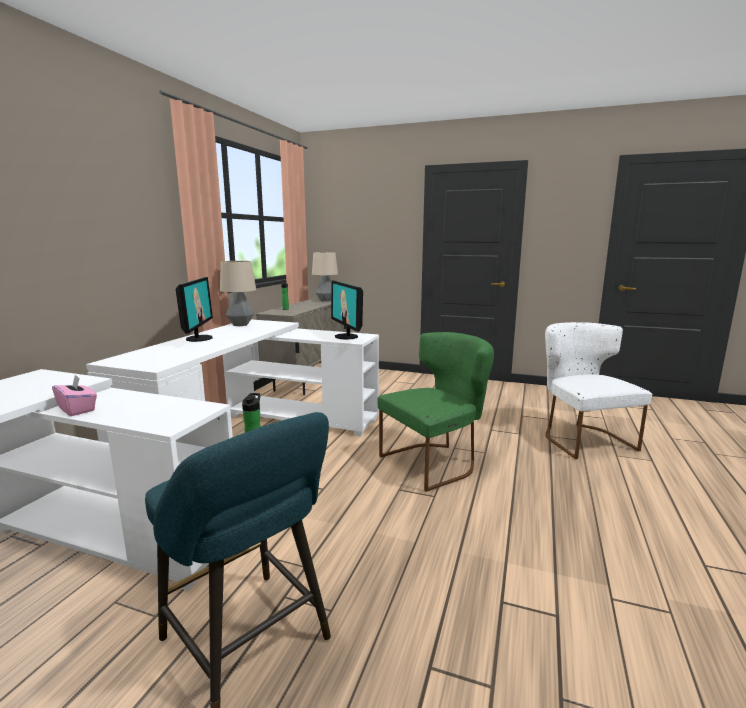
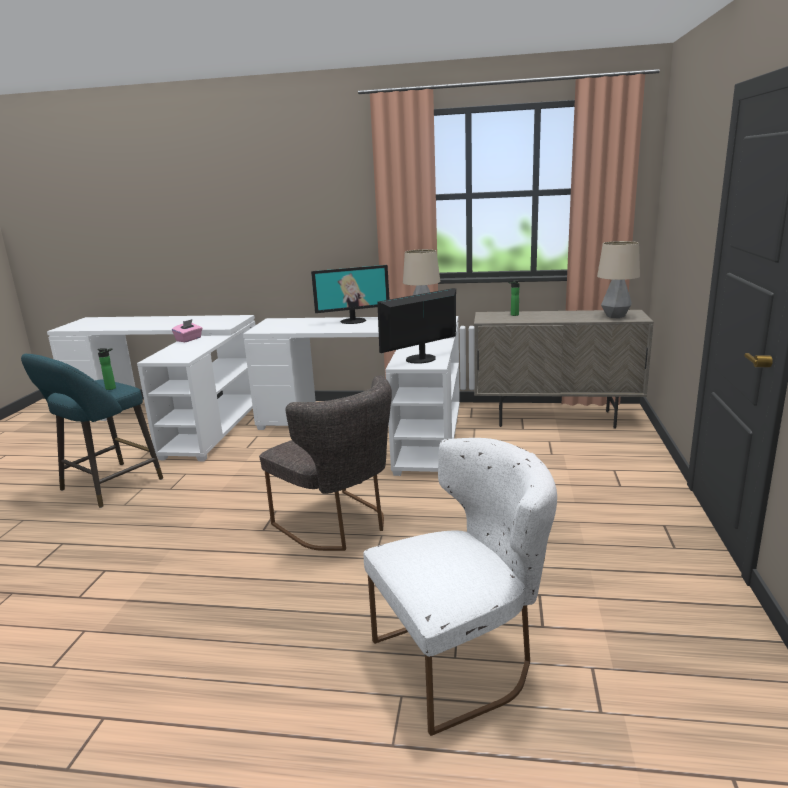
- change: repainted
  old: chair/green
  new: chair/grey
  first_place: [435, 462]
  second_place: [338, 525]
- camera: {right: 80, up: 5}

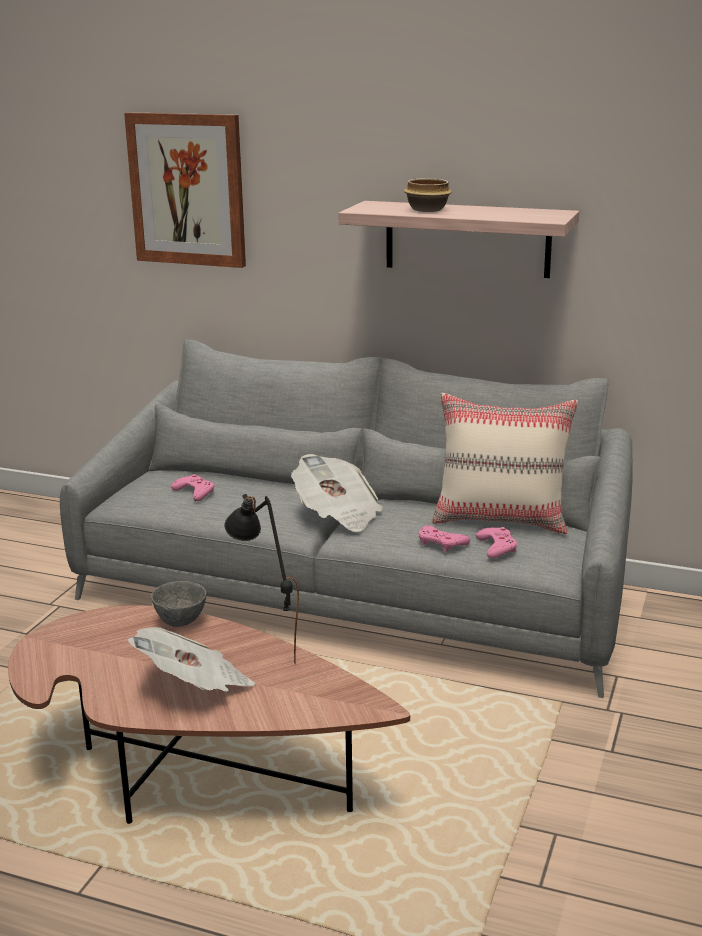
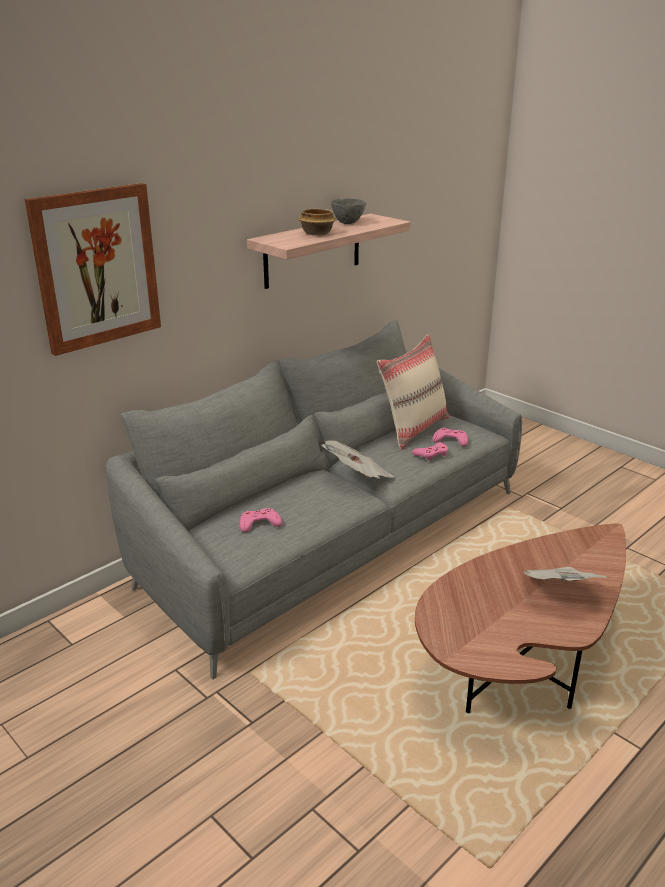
- change: gone
  old: table lamp/black
  first_place: [265, 649]
- change: shifted
  old: bowl/grey
  first_place: [181, 622]
  second_place: [347, 222]
- camera: {right: -65, up: 5}

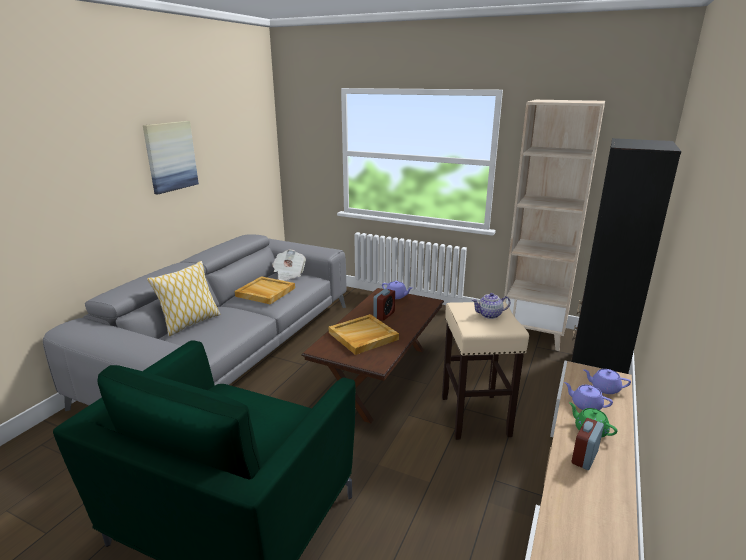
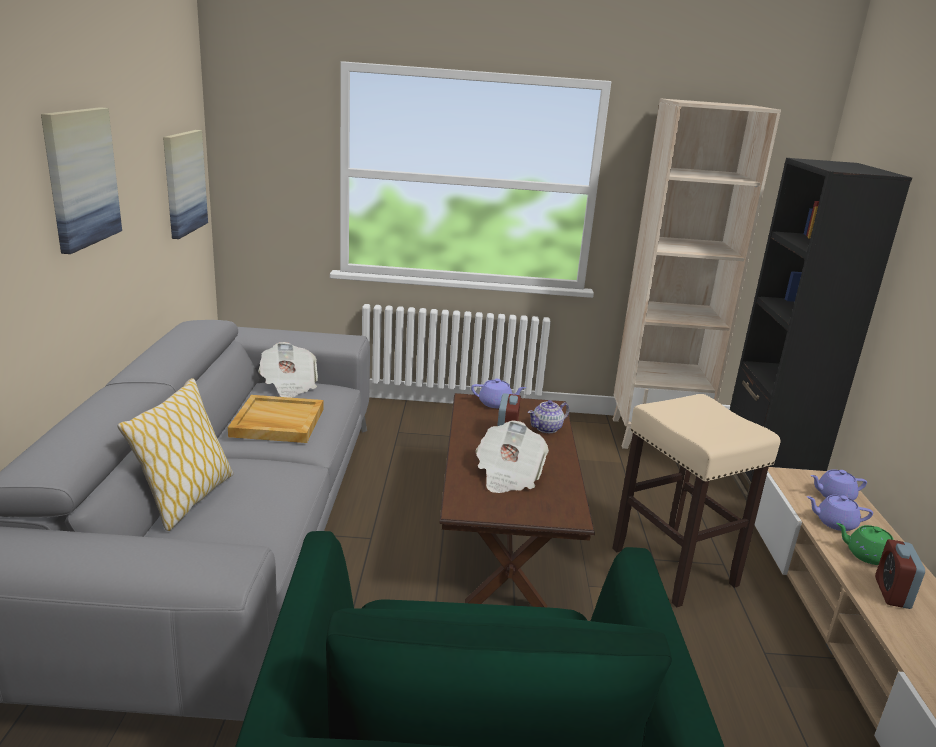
- change: new
  new: picture
  second_place: [183, 182]
- change: shifted
  old: teapot
  first_place: [490, 315]
  second_place: [547, 428]
- change: swapped
  old: tray/beige
  new: newspaper
  first_place: [363, 336]
  second_place: [508, 475]
- camera: {right: -25, up: 0}

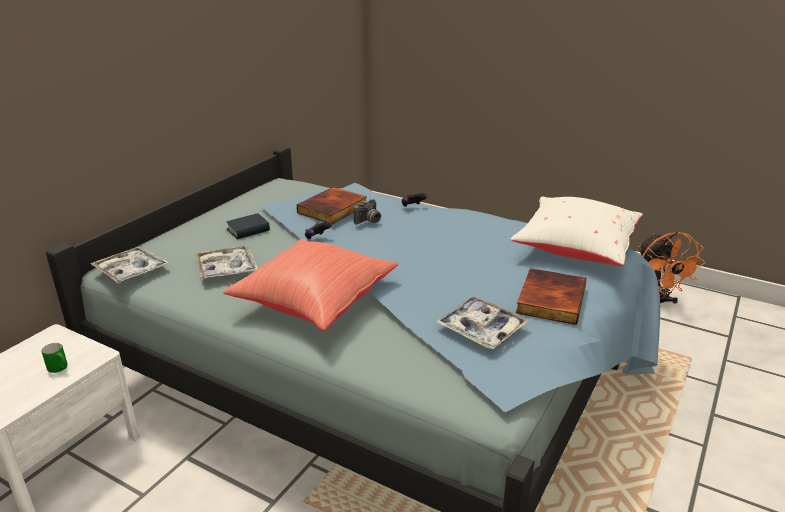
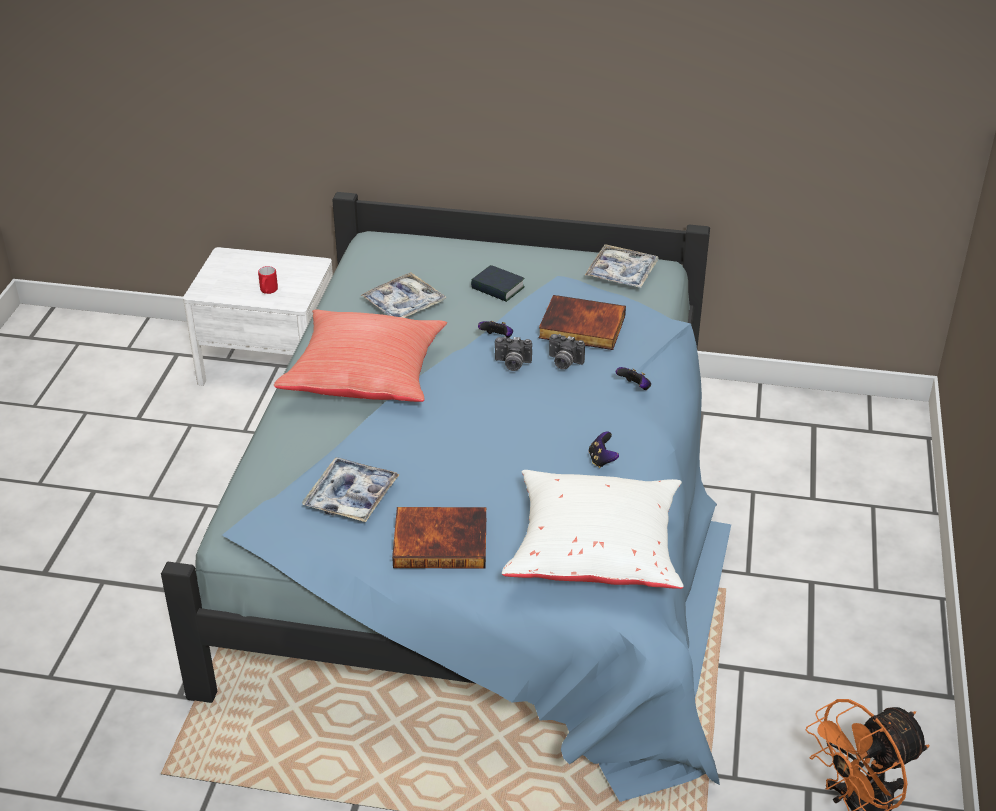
- change: new
  new: photo camera
  second_place: [512, 364]
- change: new
  new: game controller
  second_place: [602, 460]
- change: shifted
  old: tray
  first_place: [131, 271]
  second_place: [621, 273]
- change: repainted
  old: mug/green
  new: mug/red
  first_place: [60, 369]
  second_place: [268, 291]
- camera: {right: 70, up: 10}

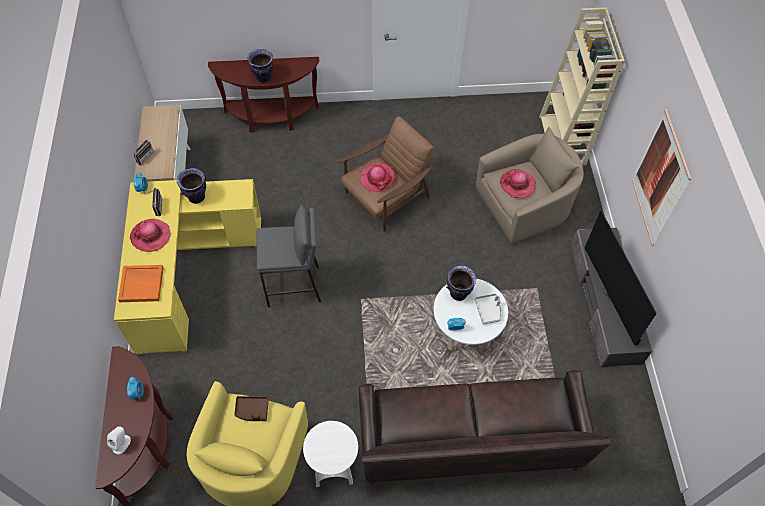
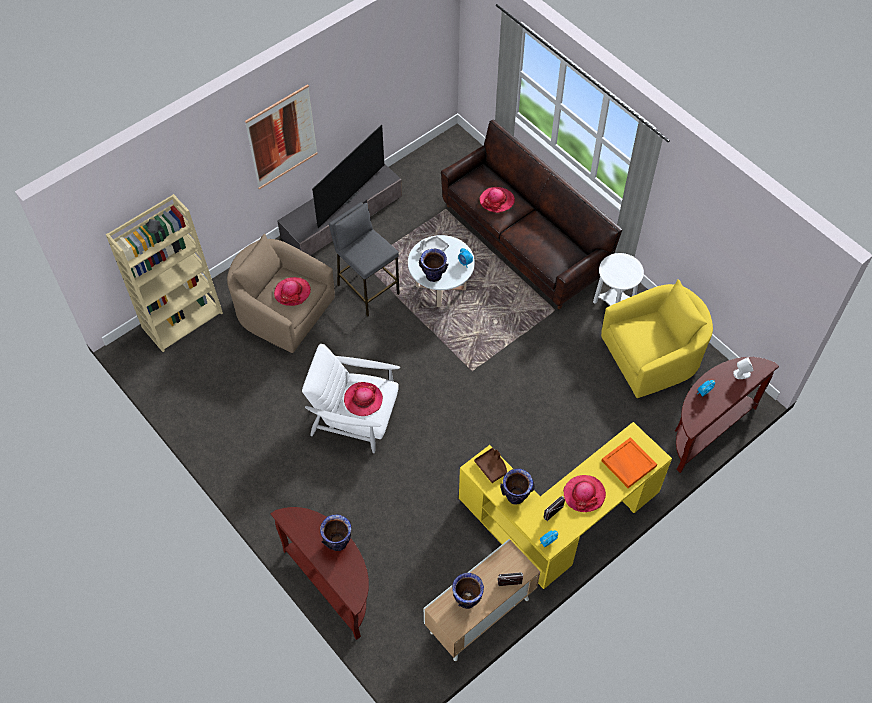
- change: new
  new: vase
  second_place: [466, 599]
- change: new
  new: hat
  second_place: [497, 201]
- change: shifted
  old: tray/brown
  first_place: [252, 410]
  second_place: [492, 467]
- change: shifted
  old: stool/grey
  first_place: [294, 286]
  second_place: [367, 289]
- change: repainted
  old: armchair/brown
  new: armchair/white
  first_place: [386, 197]
  second_place: [355, 417]
- camera: {right: -125, up: 0}

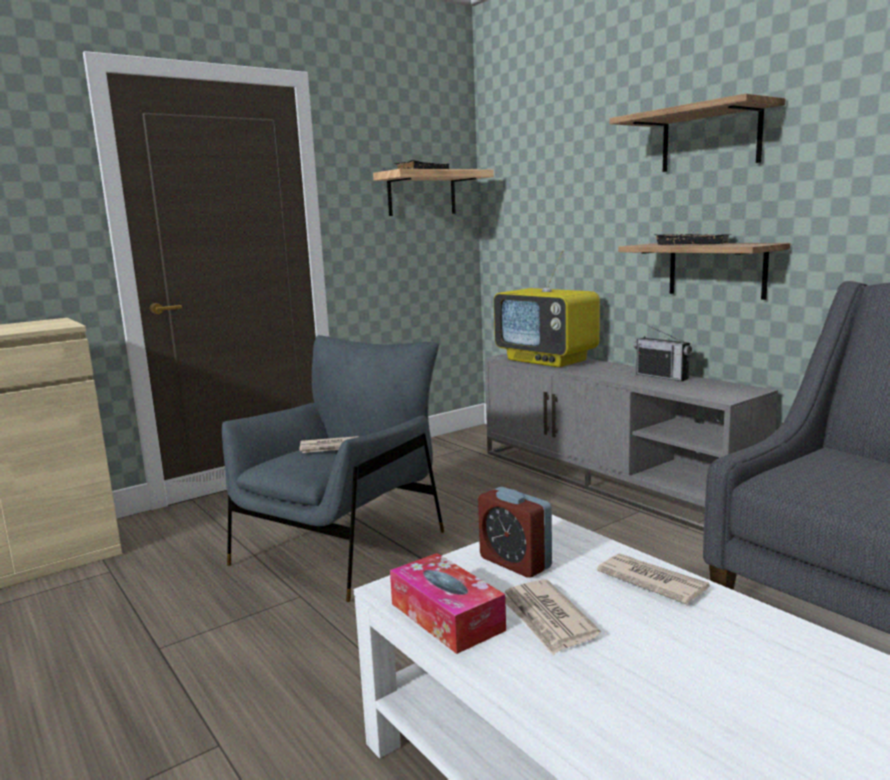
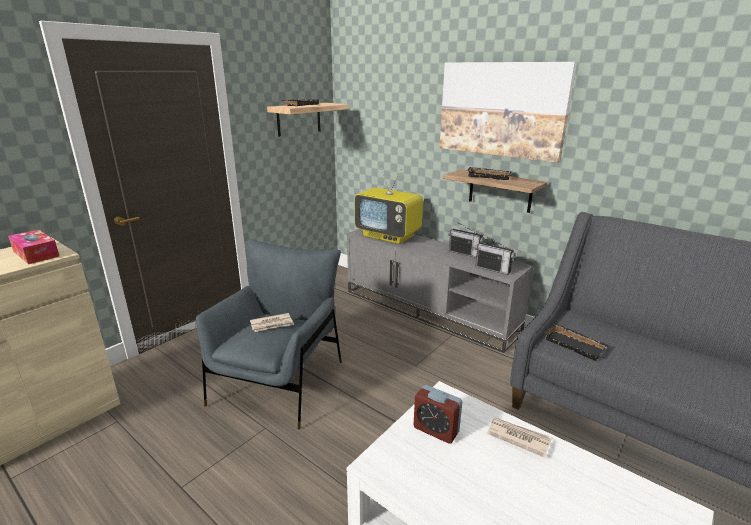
- change: gone
  old: newspaper
  first_place: [547, 619]
- change: new
  new: radio
  second_place: [493, 269]
- change: new
  new: tray/black
  second_place: [575, 344]
- change: shifted
  old: tissue box
  first_place: [446, 617]
  second_place: [36, 254]
- change: swapped
  old: shelf
  new: picture
  first_place: [710, 139]
  second_place: [501, 109]
- camera: {right: -15, up: 10}

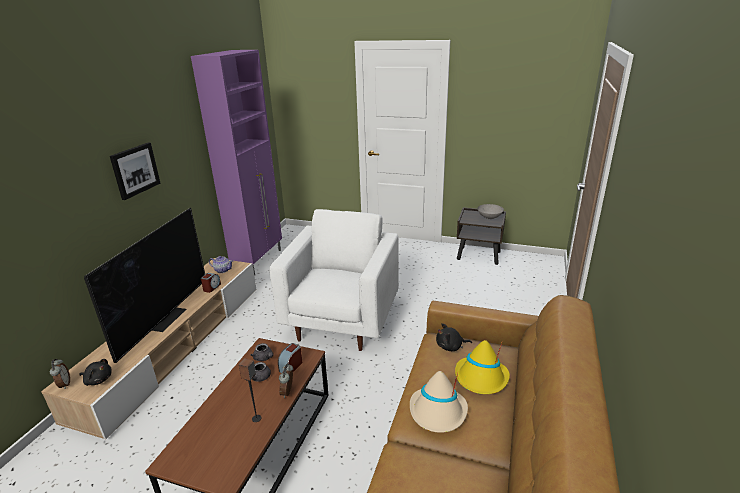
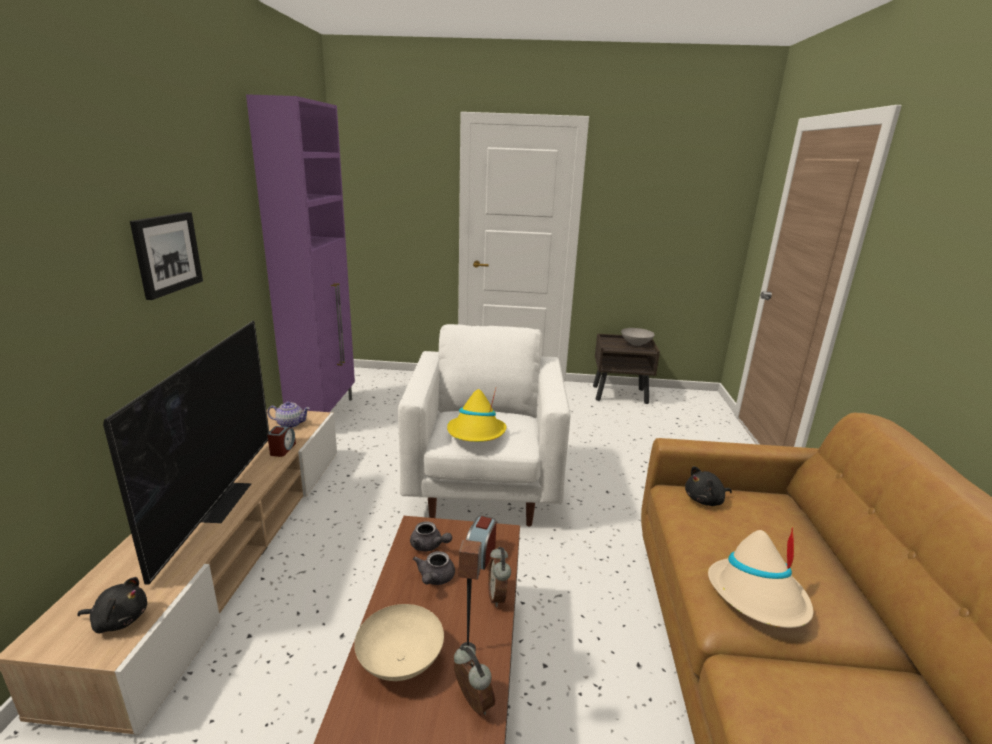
- change: new
  new: bowl/beige
  second_place: [400, 660]
- change: shifted
  old: alarm clock
  first_place: [64, 384]
  second_place: [471, 703]
- change: shifted
  old: hat/yellow
  first_place: [481, 378]
  second_place: [476, 433]
- camera: {right: -15, up: -5}

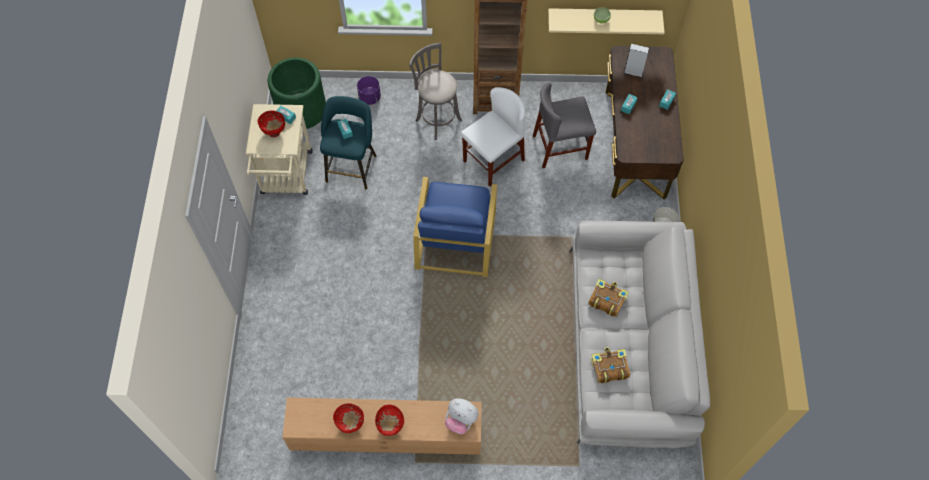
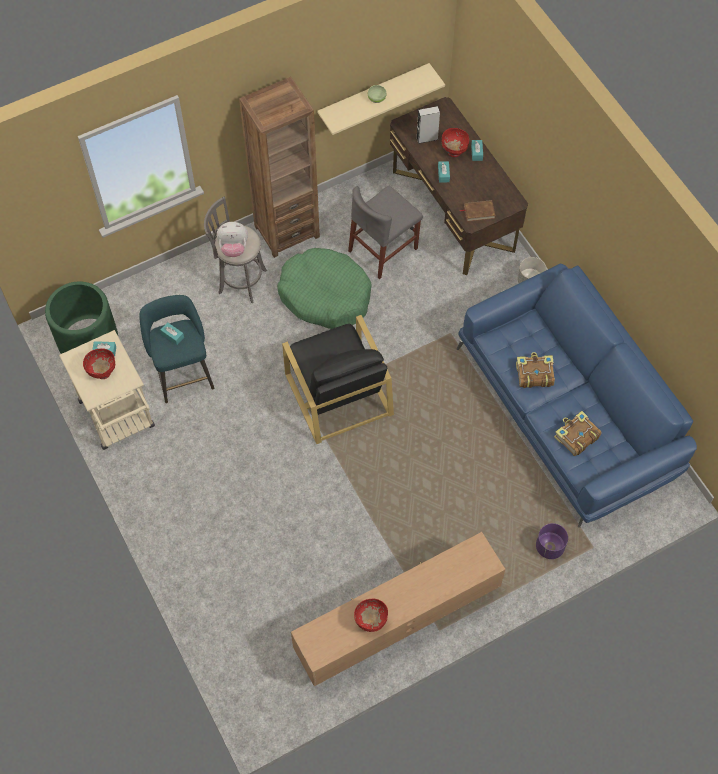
- change: new
  new: book/brown
  second_place: [479, 212]
- change: shifted
  old: planter/purple
  first_place: [369, 97]
  second_place: [549, 547]
- change: shifted
  old: bowl/red
  first_place: [390, 425]
  second_place: [454, 152]
- change: shifted
  old: plush toy
  first_place: [461, 420]
  second_place: [233, 248]
- change: swapped
  old: chair/white
  new: dog bed/green
  first_place: [493, 160]
  second_place: [325, 295]
- change: repainted
  old: armchair/blue
  new: armchair/black
  first_place: [455, 239]
  second_place: [338, 393]
- change: repainted
  old: sofa/grey
  new: sofa/blue
  first_place: [627, 346]
  second_place: [567, 411]
- camera: {right: -30, up: 0}

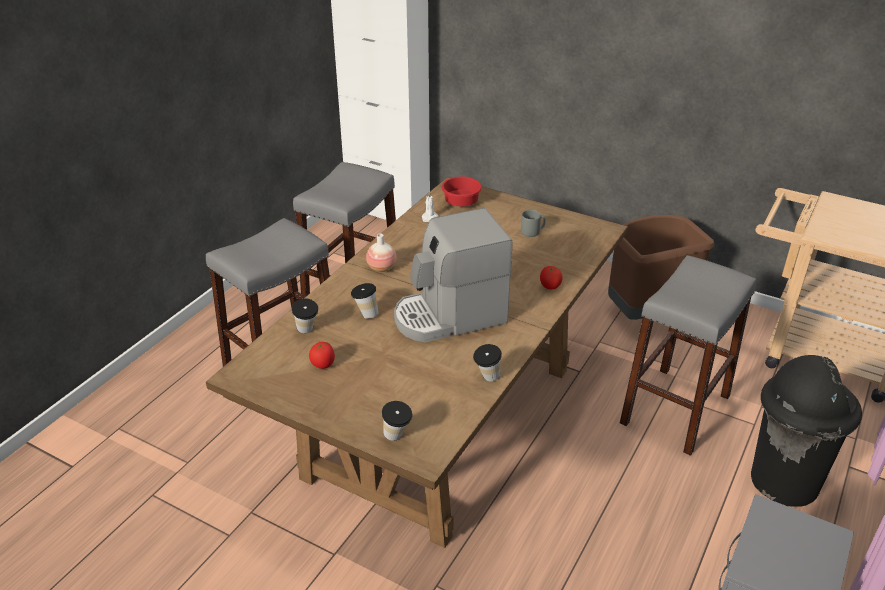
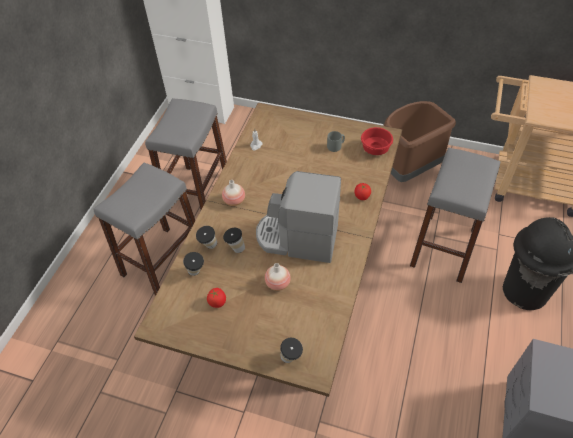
- change: new
  new: vase
  second_place: [278, 283]
- change: shifted
  old: bowl/red
  first_place: [462, 203]
  second_place: [376, 149]
- change: shifted
  old: cup
  first_place: [487, 379]
  second_place: [208, 247]
- change: rotated
  old: coffee machine
  first_place: [449, 316]
  second_place: [297, 239]
  degrees: 45
- camera: {right: -10, up: 15}

